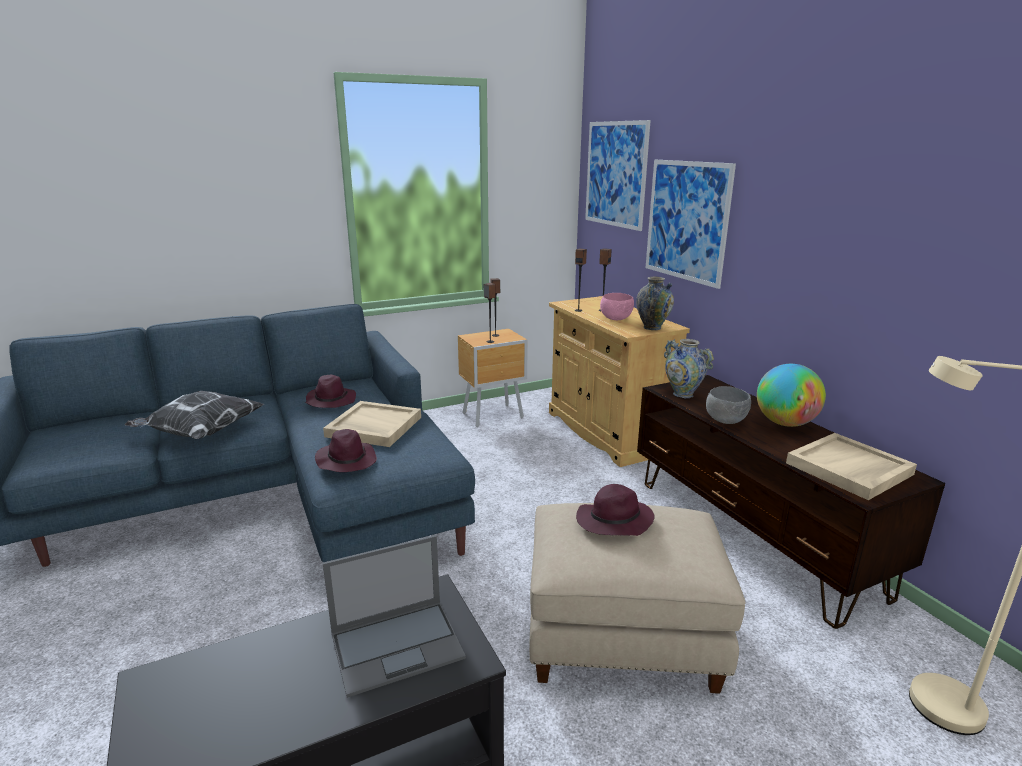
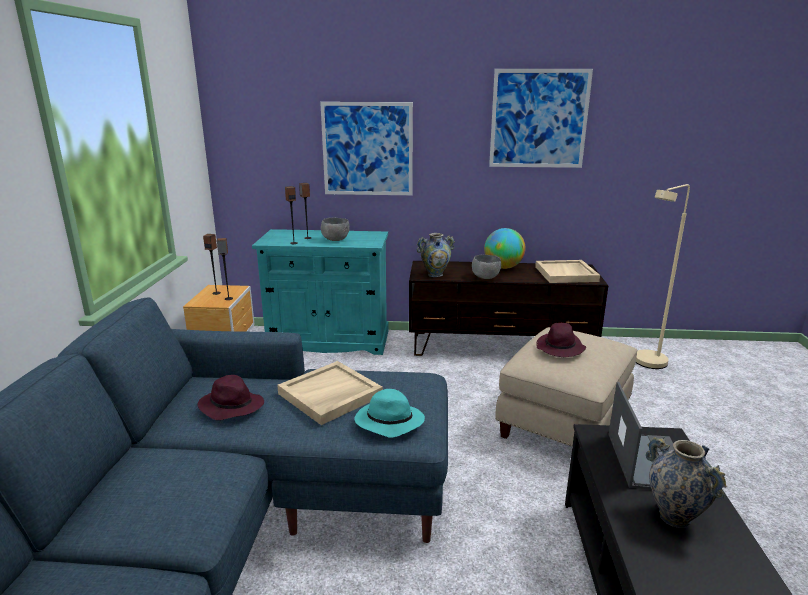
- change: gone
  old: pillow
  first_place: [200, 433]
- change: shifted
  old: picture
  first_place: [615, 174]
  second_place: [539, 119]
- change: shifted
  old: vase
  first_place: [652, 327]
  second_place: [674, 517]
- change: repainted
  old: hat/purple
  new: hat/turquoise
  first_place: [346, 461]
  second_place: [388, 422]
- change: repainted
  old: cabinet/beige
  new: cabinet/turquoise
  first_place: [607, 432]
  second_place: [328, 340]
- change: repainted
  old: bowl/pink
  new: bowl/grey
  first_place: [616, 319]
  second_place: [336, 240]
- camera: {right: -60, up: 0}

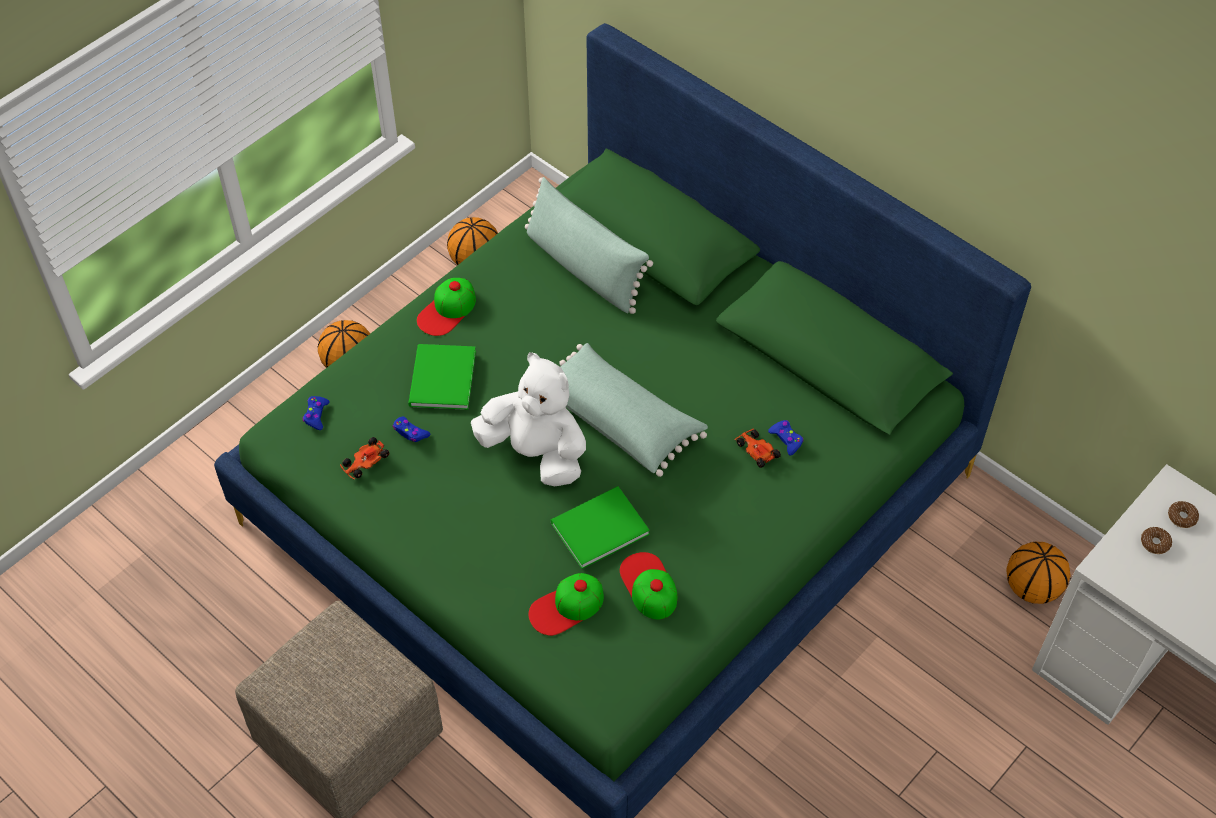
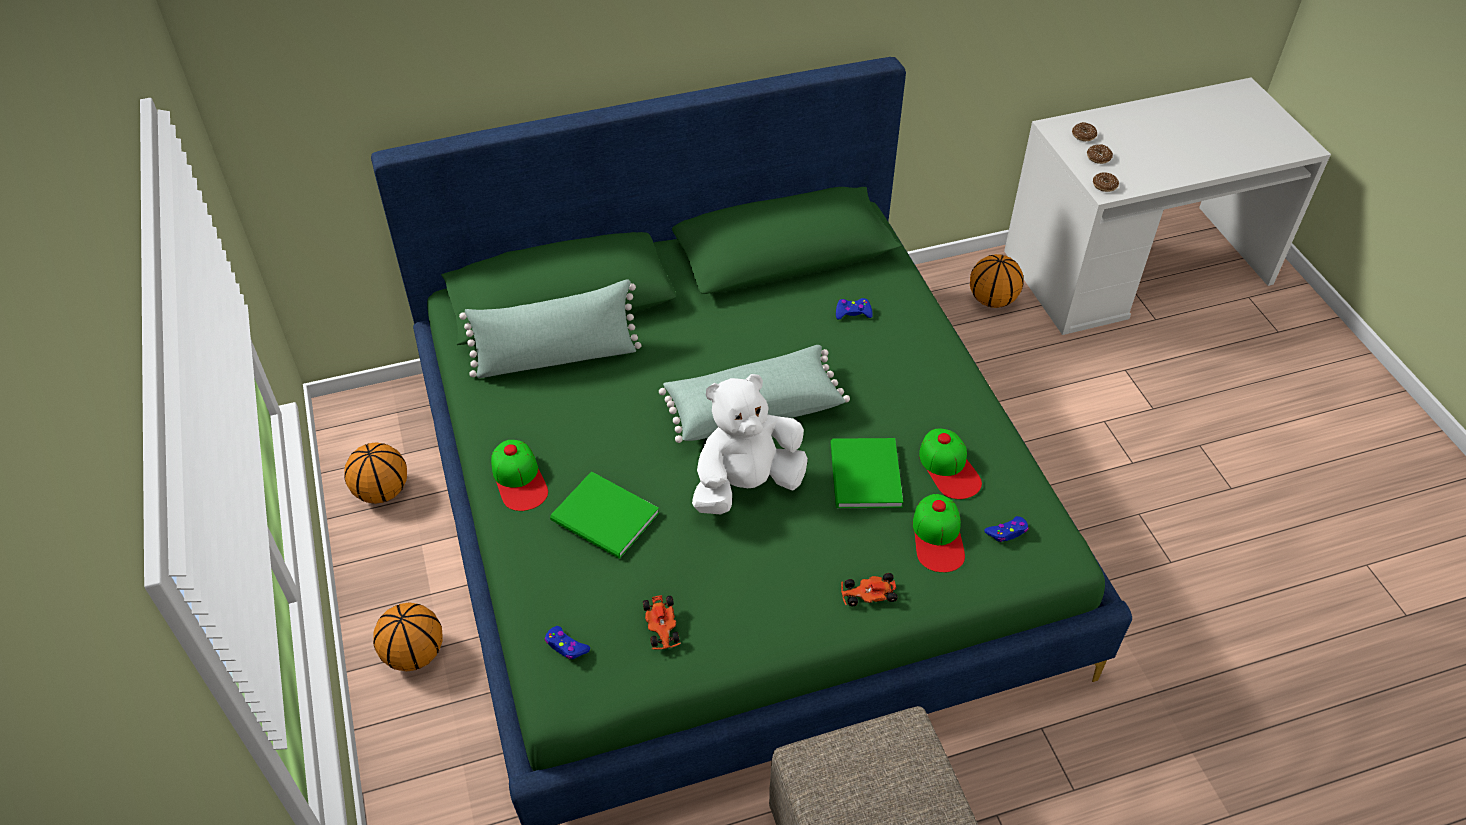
- change: new
  new: donut
  second_place: [1104, 185]
- change: shifted
  old: game controller/blue
  first_place: [410, 432]
  second_place: [1007, 532]
- change: shifted
  old: toy car
  first_place: [756, 450]
  second_place: [867, 594]
- change: rotated
  old: cap
  first_place: [648, 585]
  second_place: [949, 468]
  degrees: -120
- camera: {right: -60, up: -5}

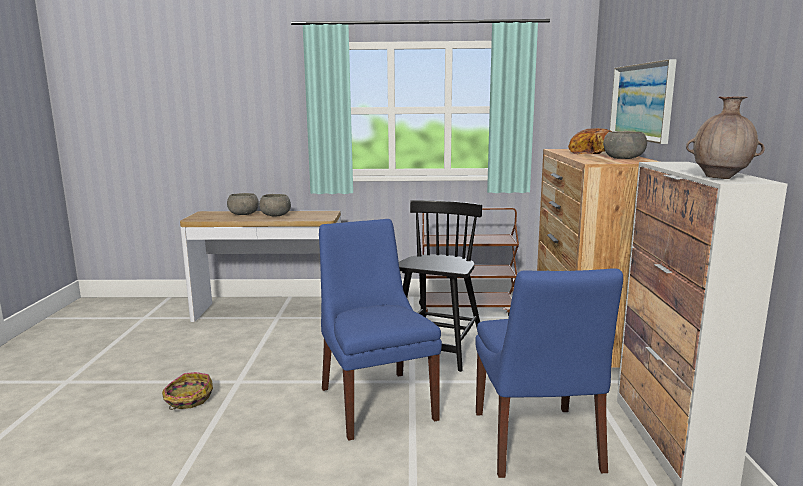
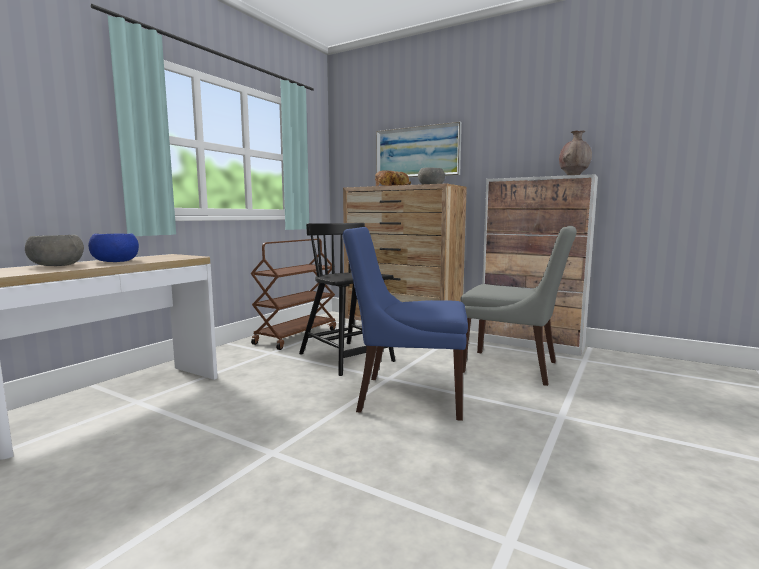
- change: gone
  old: basket
  first_place: [188, 399]
- change: repainted
  old: bowl/grey
  new: bowl/blue
  first_place: [276, 215]
  second_place: [116, 261]
- change: repainted
  old: chair/blue
  new: chair/grey
  first_place: [537, 444]
  second_place: [513, 368]
- camera: {right: -60, up: -5}

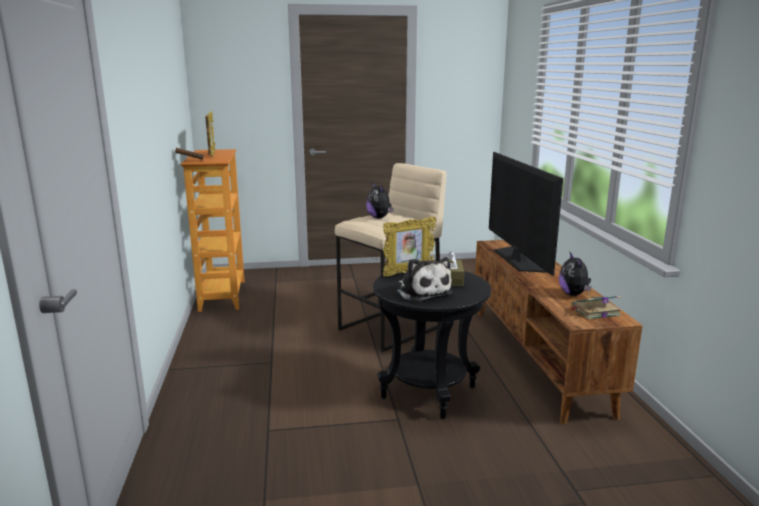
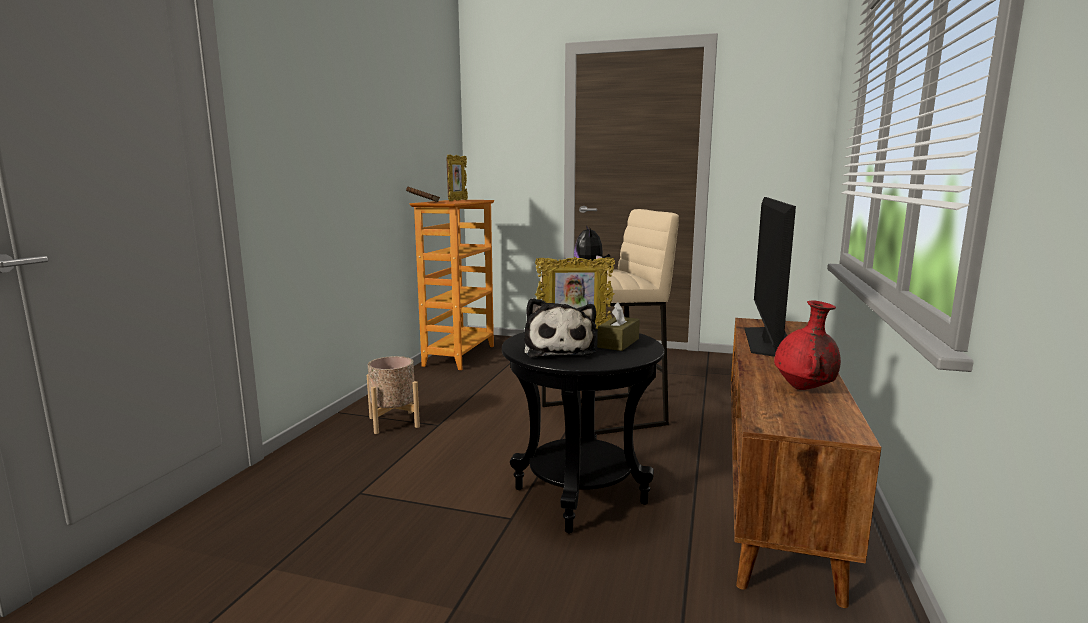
- change: gone
  old: book
  first_place: [594, 311]
- change: new
  new: planter/beige
  second_place: [394, 422]
- change: swapped
  old: plush toy
  new: vase/red
  first_place: [574, 294]
  second_place: [804, 389]
- camera: {right: 25, up: -5}

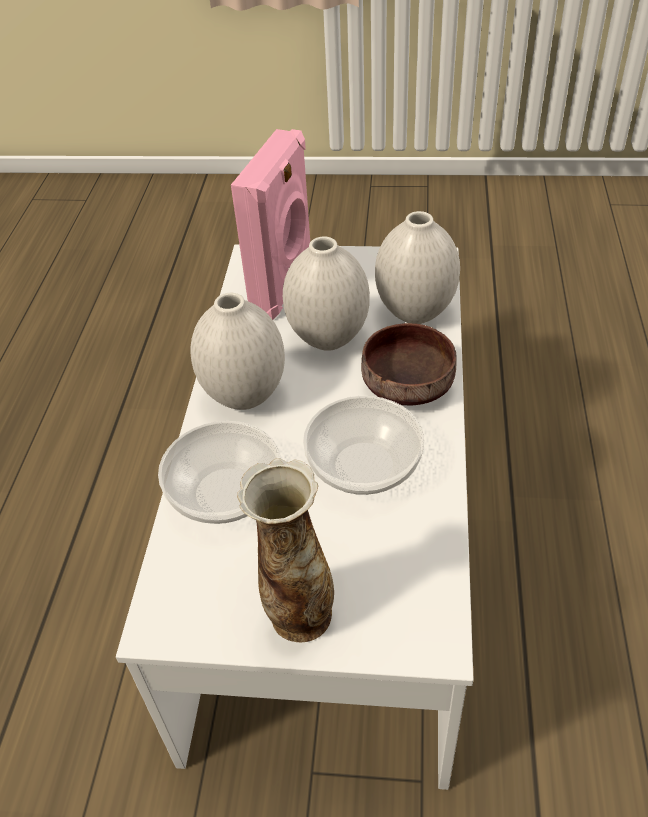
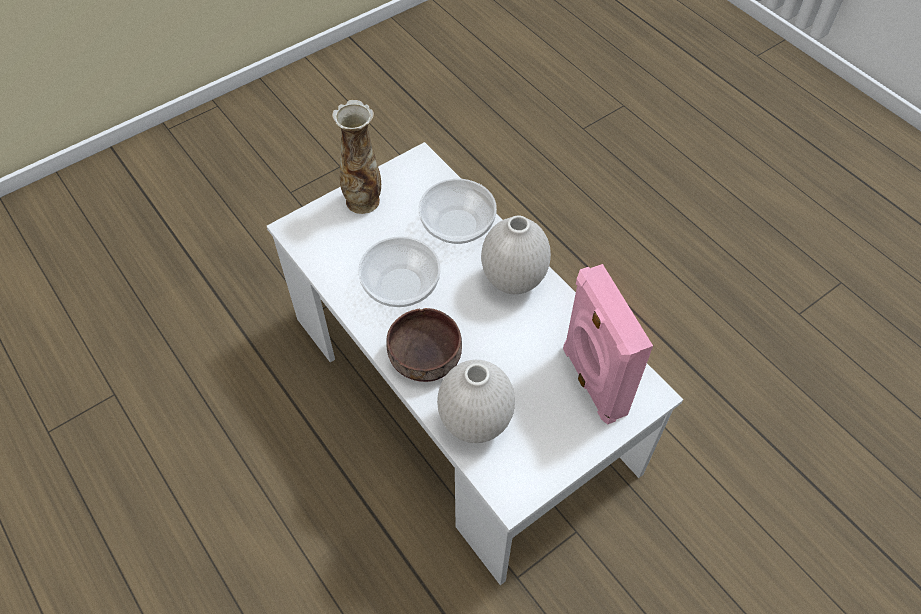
- change: gone
  old: vase/white
  first_place: [327, 338]
- camera: {right: 135, up: 10}

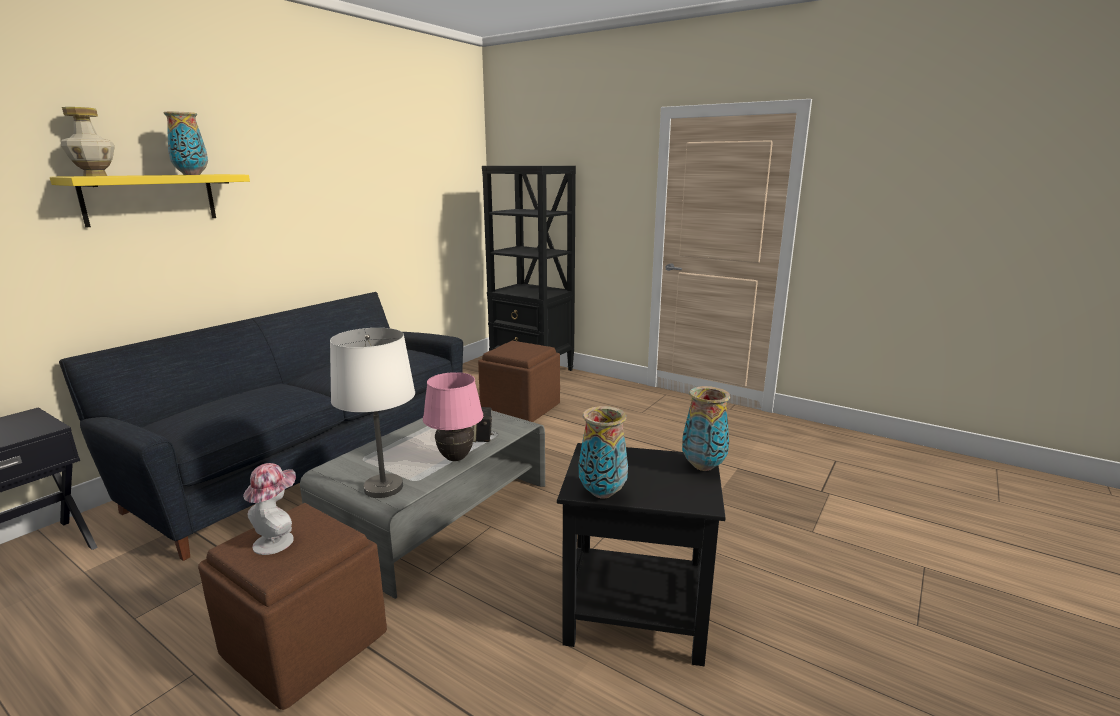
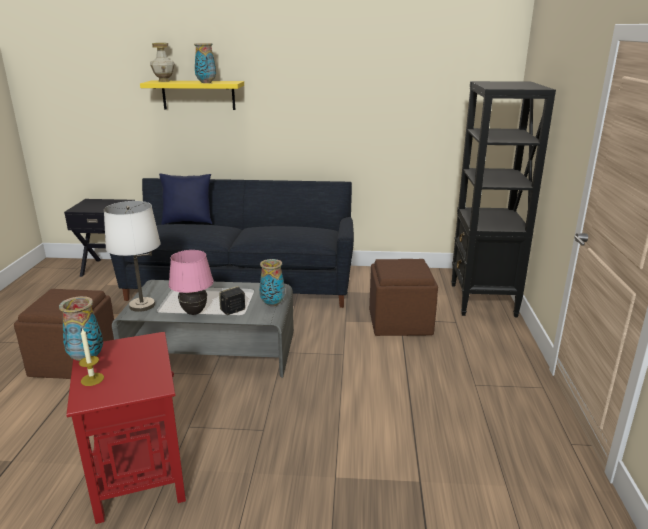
- change: gone
  old: hat
  first_place: [278, 540]
- change: new
  new: candle
  second_place: [92, 379]
- change: new
  new: pillow/blue
  second_place: [188, 222]
- change: shifted
  old: vase
  first_place: [703, 466]
  second_place: [272, 304]
- change: repainted
  old: side table/black
  new: side table/red
  first_place: [633, 615]
  second_place: [139, 472]
- camera: {right: 60, up: 5}

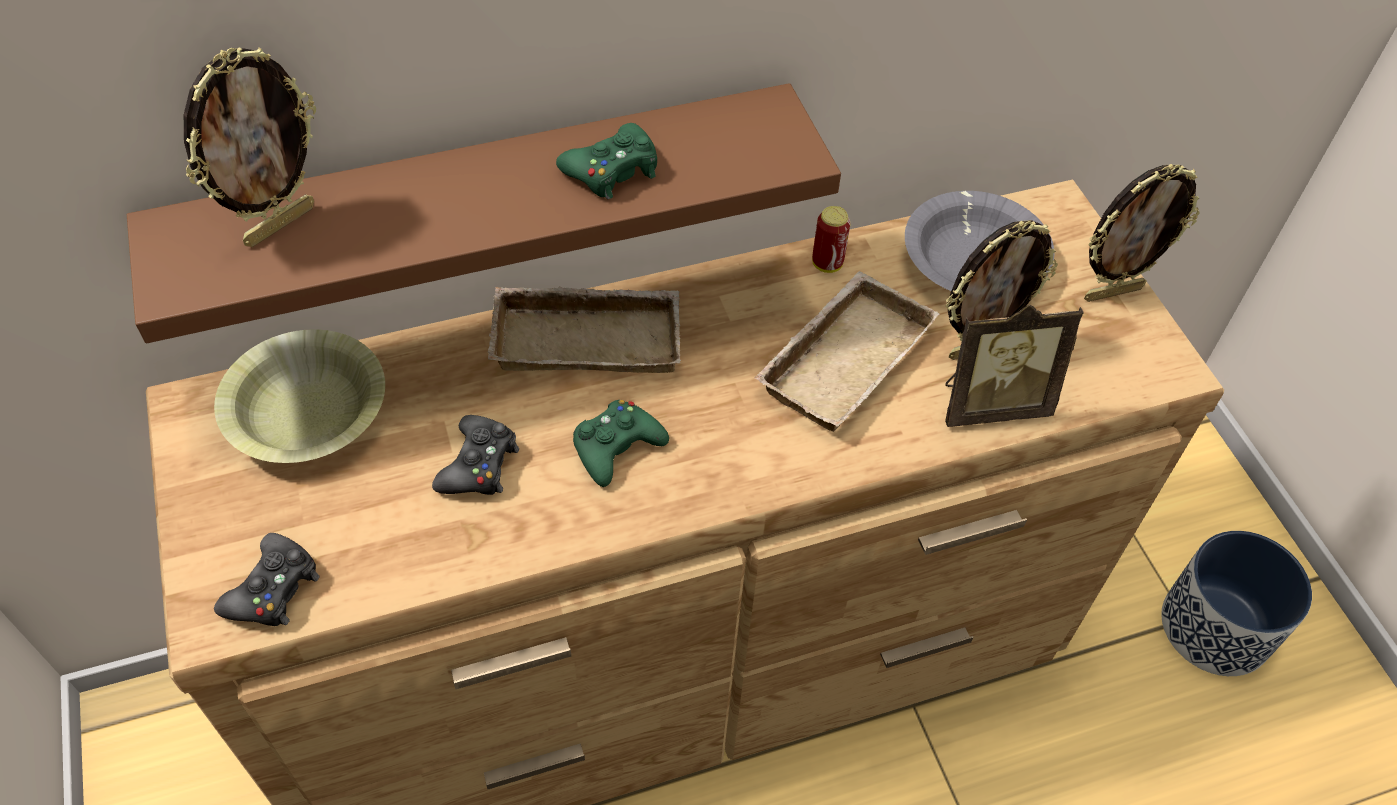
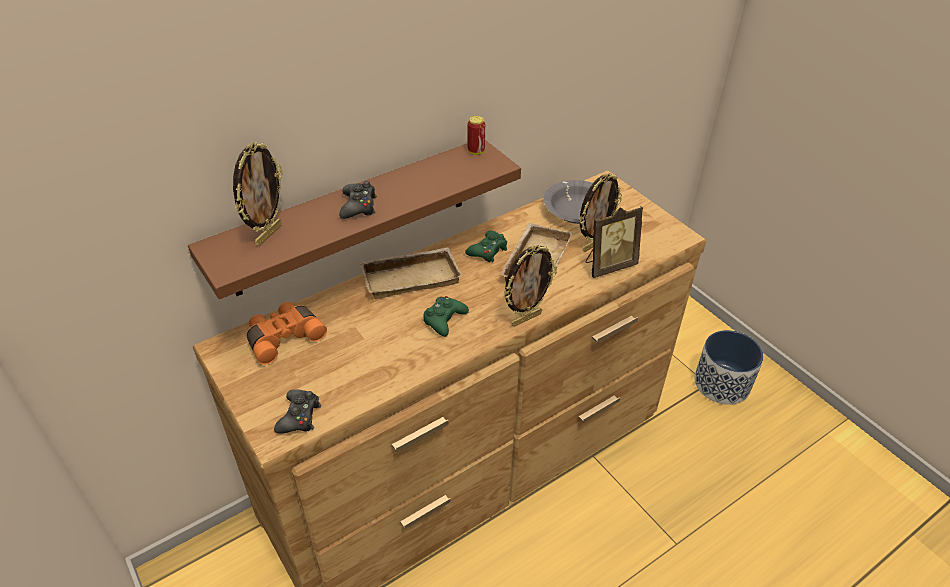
- change: shifted
  old: game controller/black
  first_place: [479, 465]
  second_place: [358, 206]
- change: shifted
  old: game controller/green
  first_place: [612, 170]
  second_place: [488, 251]
- change: shifted
  old: can
  first_place: [827, 264]
  second_place: [476, 151]
- change: shifted
  old: picture frame
  first_place: [1112, 292]
  second_place: [526, 318]
- change: swapped
  old: bowl/yellow
  new: binoculars/orange
  first_place: [308, 412]
  second_place: [284, 337]
- camera: {right: -15, up: -10}

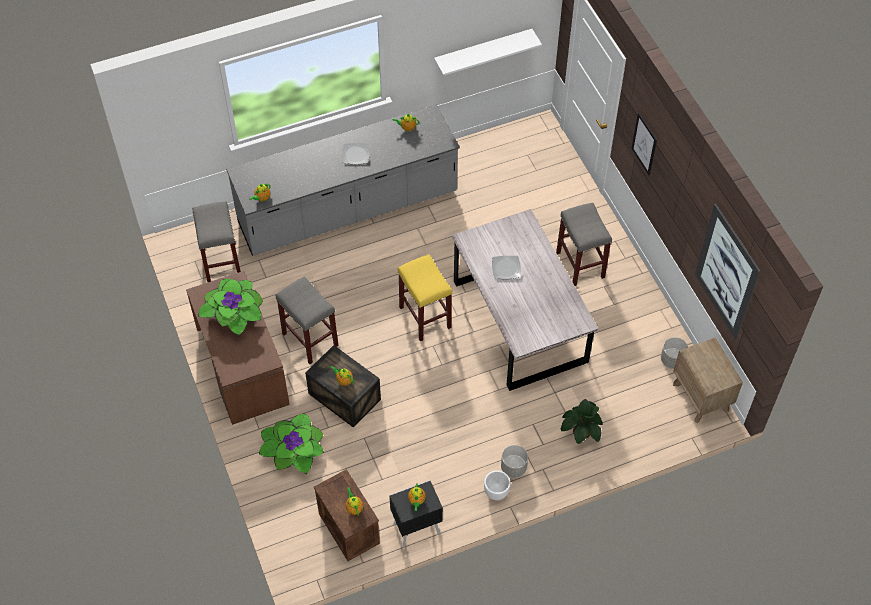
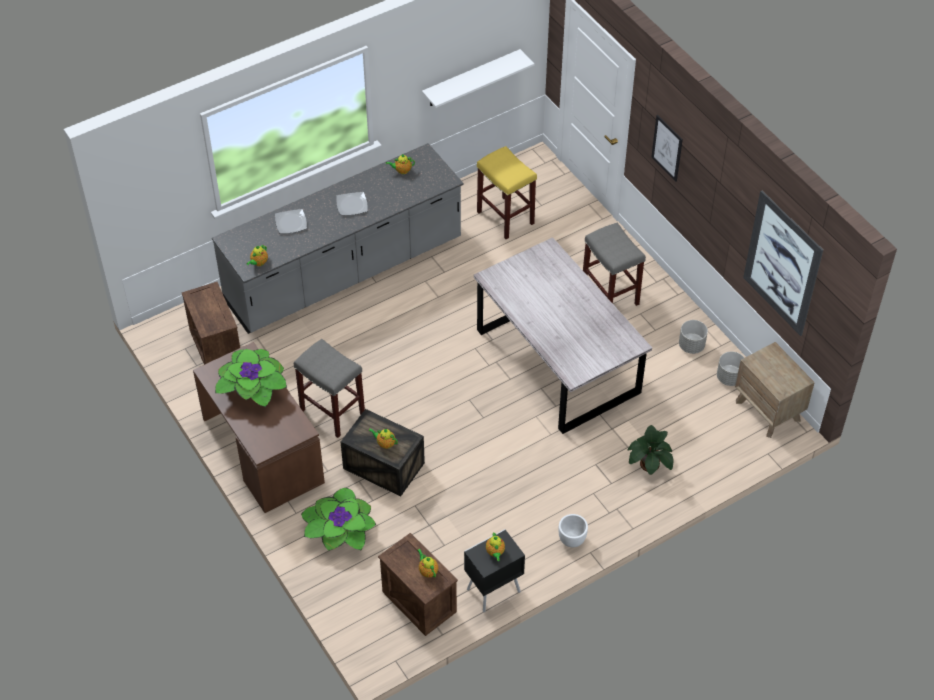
- change: shifted
  old: stool/yellow
  first_place: [424, 317]
  second_place: [504, 217]
- change: shifted
  old: plate
  first_place: [506, 268]
  second_place: [290, 222]
- change: shifted
  old: planter/grey
  first_place: [513, 468]
  second_place: [691, 346]
- change: swapped
  old: stool/grey
  new: crate
  first_place: [221, 262]
  second_place: [215, 346]
- camera: {right: -10, up: -5}

